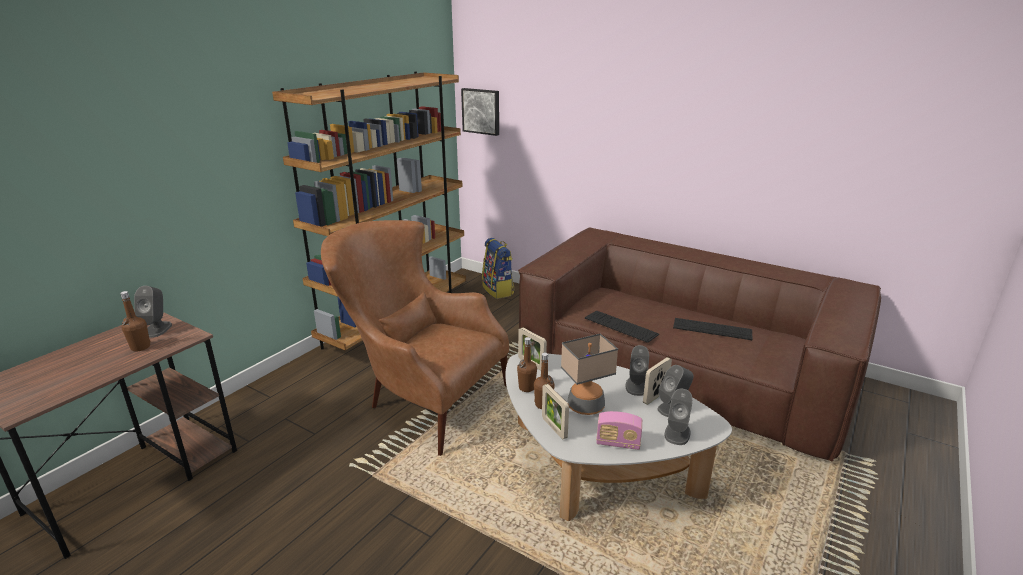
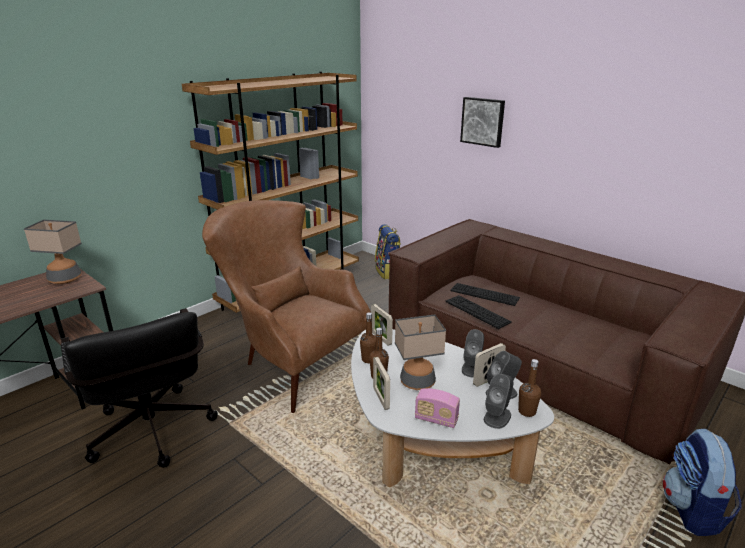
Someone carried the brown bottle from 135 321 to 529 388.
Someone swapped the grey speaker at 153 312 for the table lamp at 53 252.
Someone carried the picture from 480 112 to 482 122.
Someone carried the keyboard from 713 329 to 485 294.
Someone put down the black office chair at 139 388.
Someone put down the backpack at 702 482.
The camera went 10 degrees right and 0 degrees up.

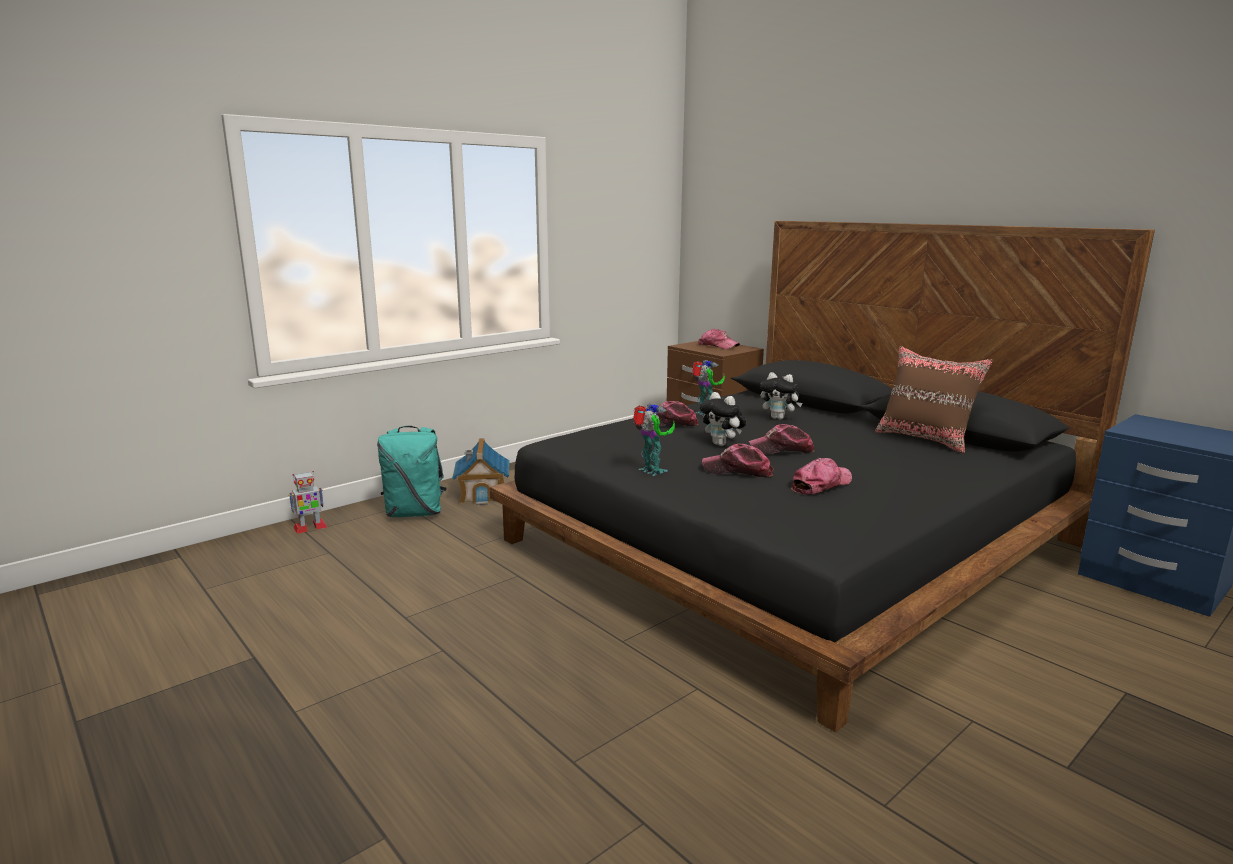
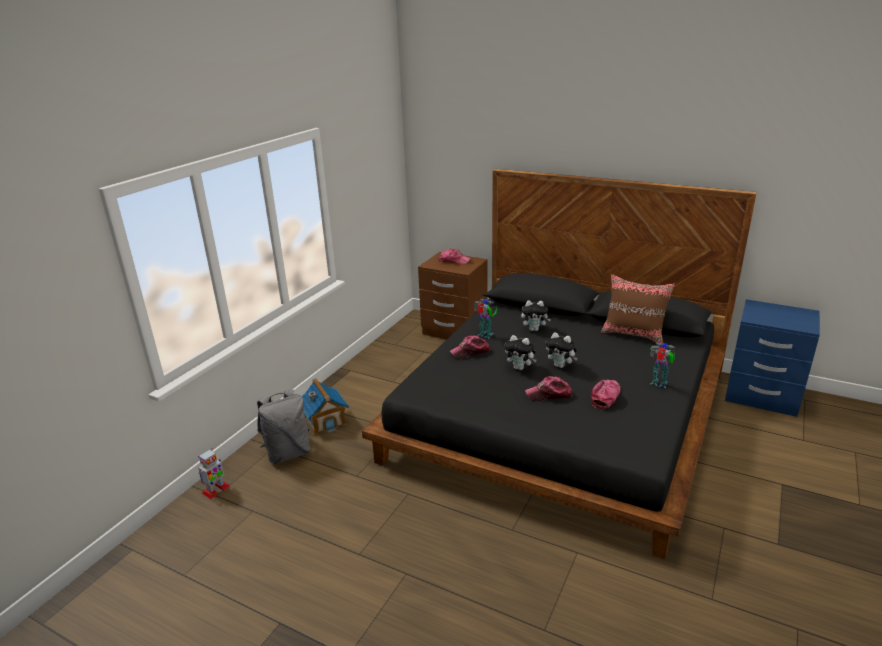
Someone repainted the turquoise backpack at 412 471, which became the grey backpack at 284 426.
Someone carried the toy robot from 654 439 to 662 365.
Someone swapped the cap at 781 439 for the plush toy at 562 350.
The camera went 20 degrees left and 10 degrees up.

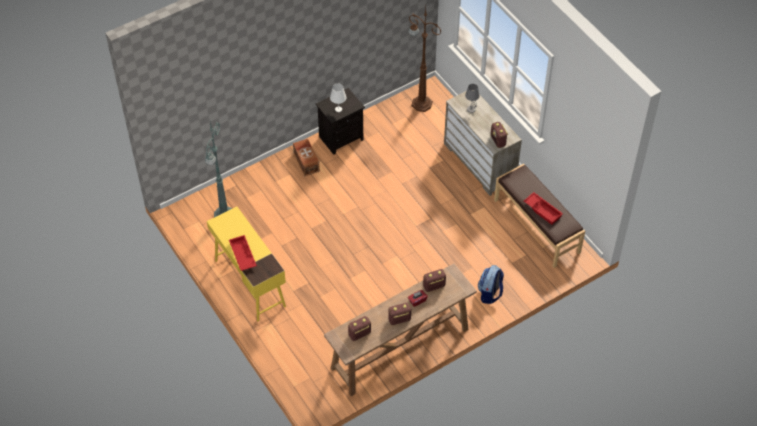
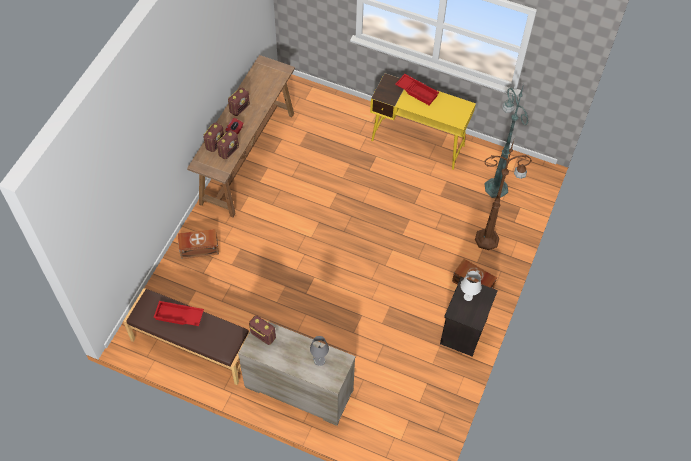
Someone carried the radio from 359 328 to 213 137.
Someone carried the brown floor lamp from 425 59 to 503 195.
Someone swapped the backpack at 491 284 for the brown storage box at 198 244.
The camera went 145 degrees right and 5 degrees up.

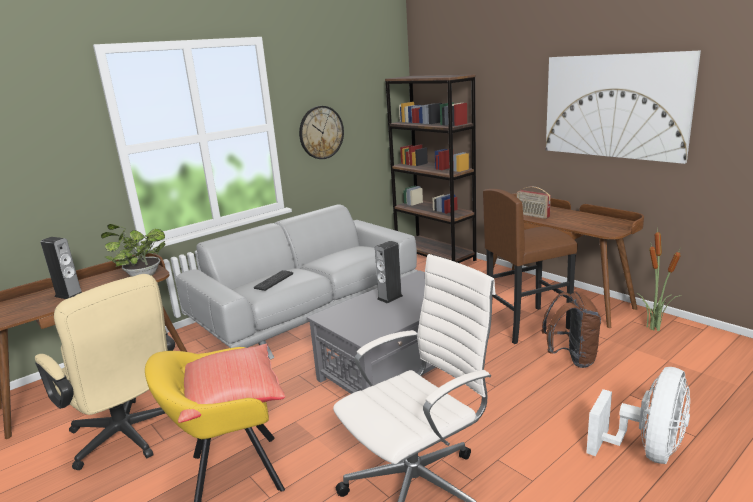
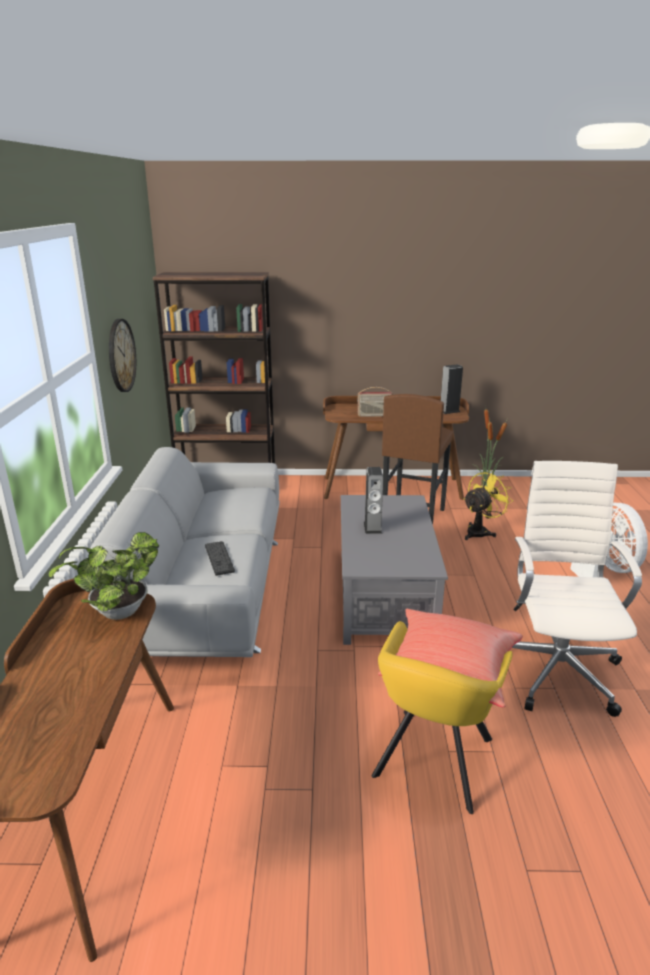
Someone took away the beige office chair at 105 372.
Someone carried the speaker from 61 268 to 452 389.
Someone swapped the brown backpack at 571 329 for the yellow fan at 488 505.
Someone took away the picture at 623 107.
The camera went 50 degrees left and 5 degrees up.

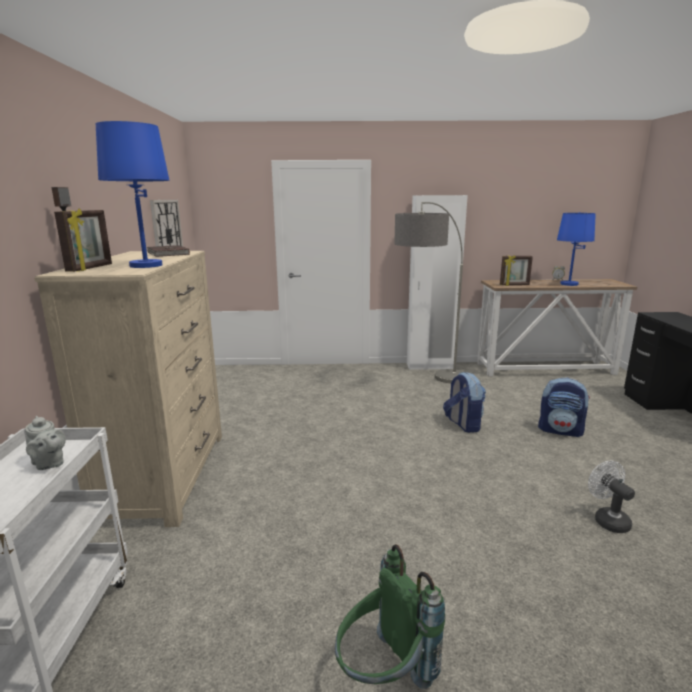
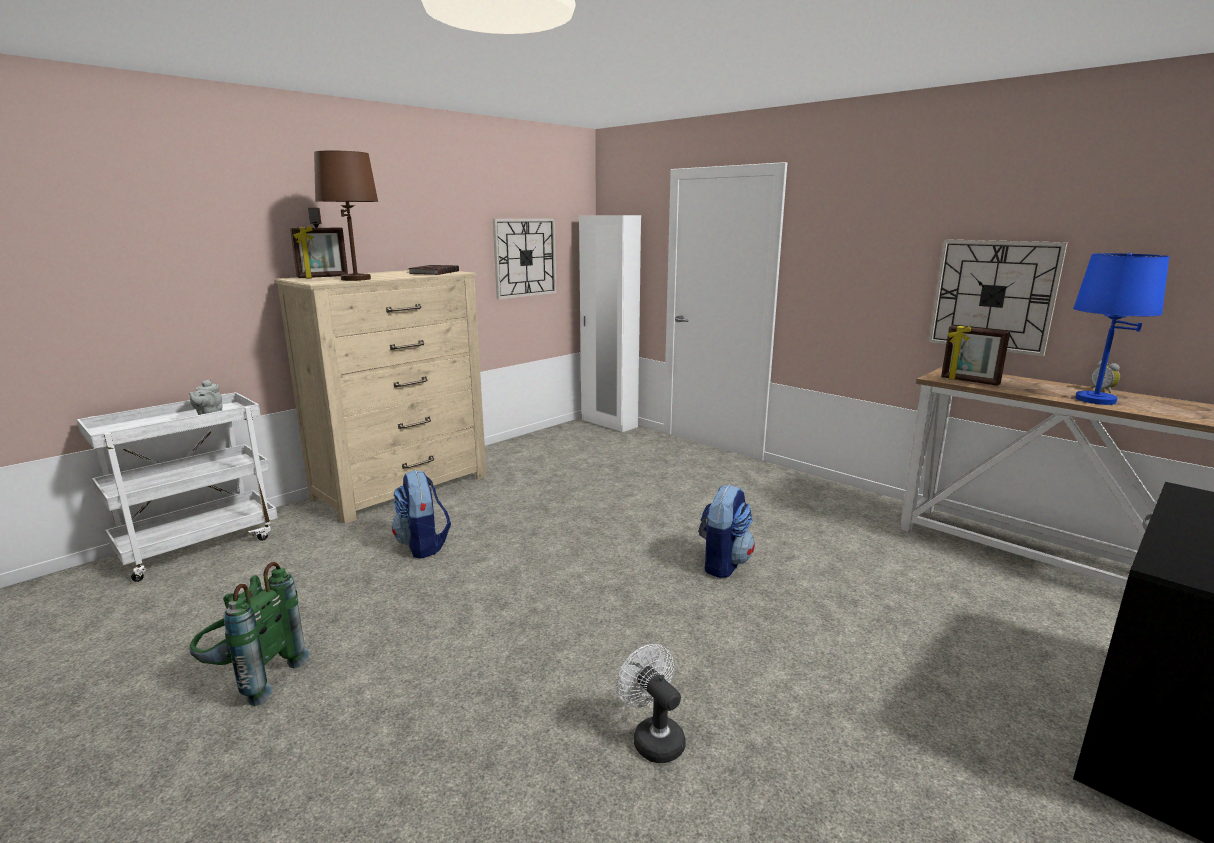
Someone repainted the blue table lamp at 133 194, which became the brown table lamp at 346 215.
Someone took away the floor lamp at 428 292.
Someone carried the white wardrobe from 437 282 to 610 323.
Someone carried the backpack from 564 407 to 421 514.
Someone rotated the white fan at 611 496 by 60 degrees counterclockwise.
Someone put up the wall clock at 998 298.
The camera went 45 degrees right and 0 degrees up.

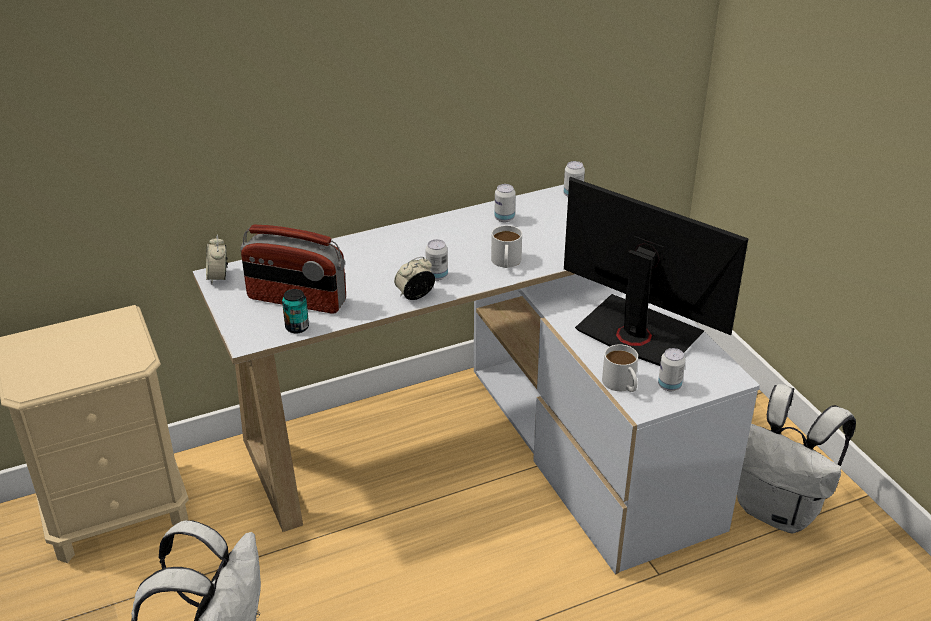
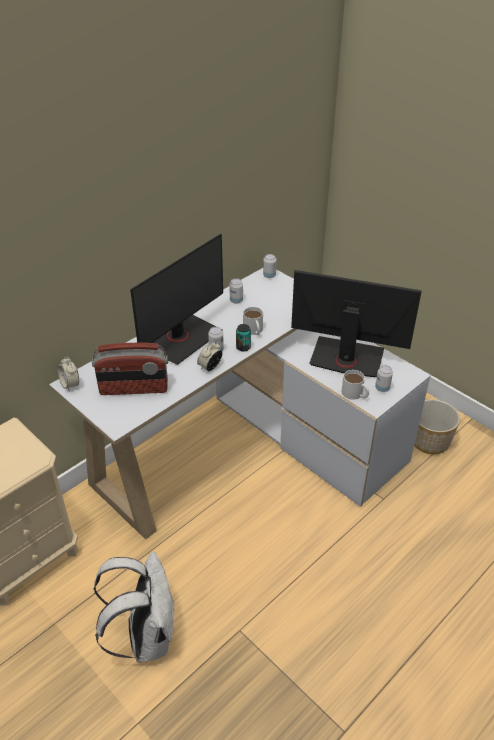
Someone carried the can from 295 311 to 243 338.
Someone swapped the white backpack at 796 458 for the planter at 437 426.
Someone put down the monitor at 176 299.
The camera went 20 degrees left and 5 degrees up.

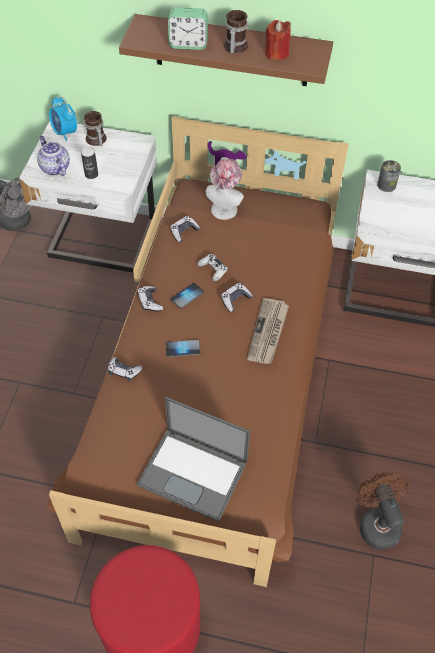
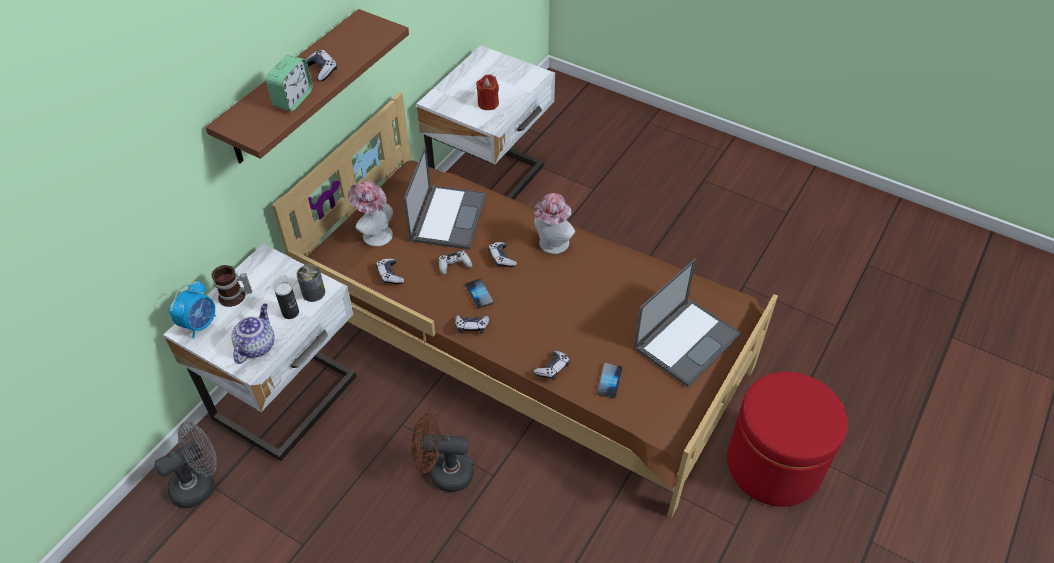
Someone rotated the teapot at 53 156 by 120 degrees clockwise.
Someone rotated the alarm clock at 63 118 by 45 degrees counterclockwise.
Someone carried the phone from 183 348 to 610 381.
Someone swapped the mug at 235 32 for the game controller at 321 65.
Someone swapped the newspaper at 268 331 for the hat at 554 223.
Someone carried the red candle from 278 40 to 487 92.
Someone carried the brown fan from 382 511 to 442 452.
Someone carried the can from 389 176 to 310 283.
Someone put down the laptop at 445 197.
The camera went 70 degrees left and 5 degrees down.

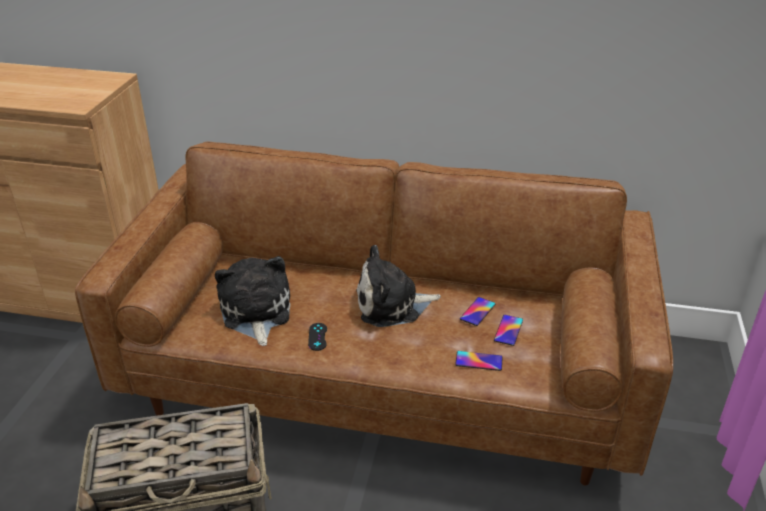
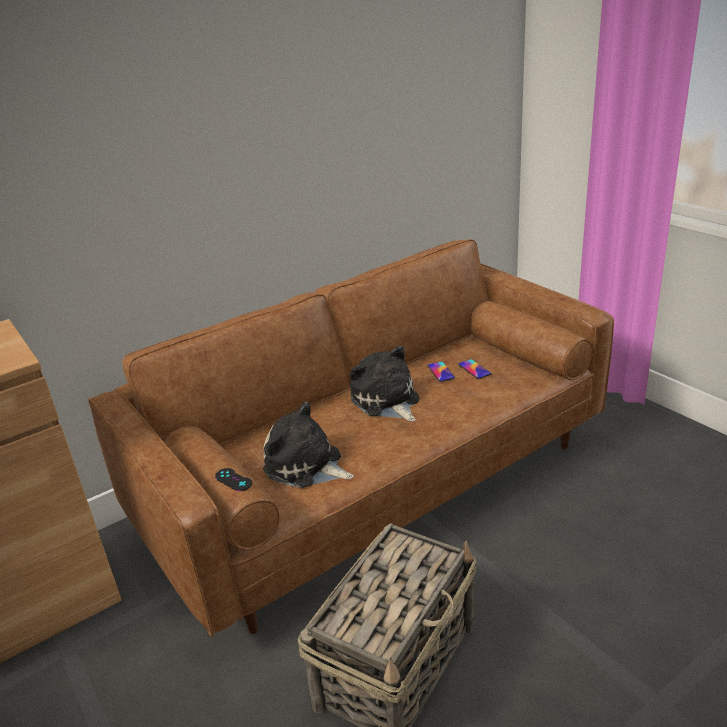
Someone carried the black game controller from 317 337 to 233 479.
Someone rotated the plush toy at 398 286 by 120 degrees clockwise.
Someone took away the phone at 479 361.
The camera went 45 degrees left and 5 degrees down.

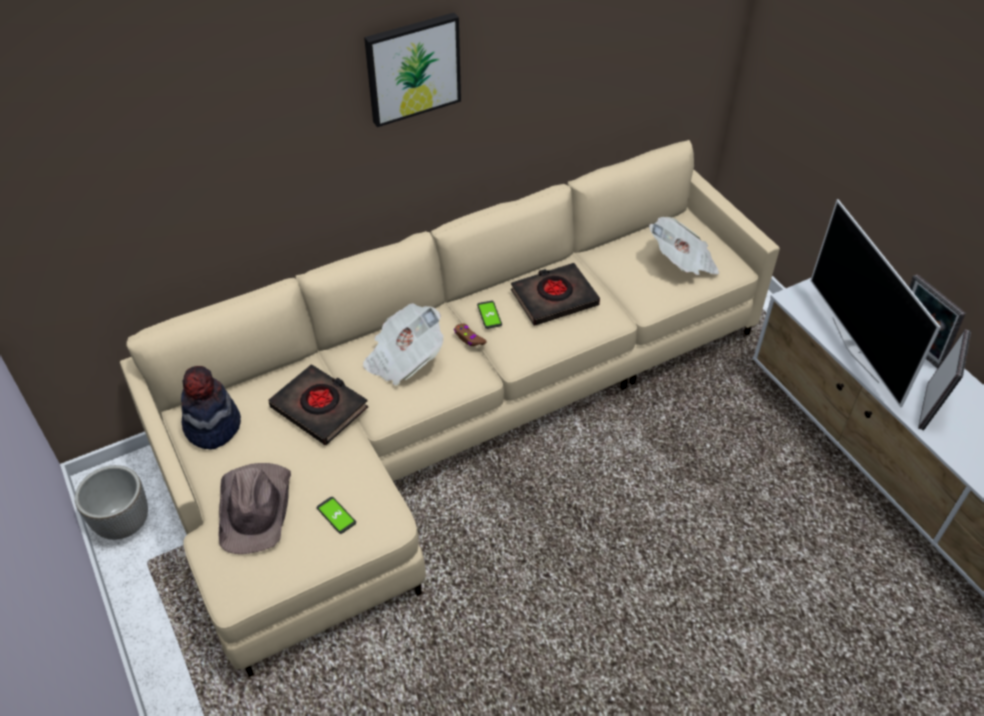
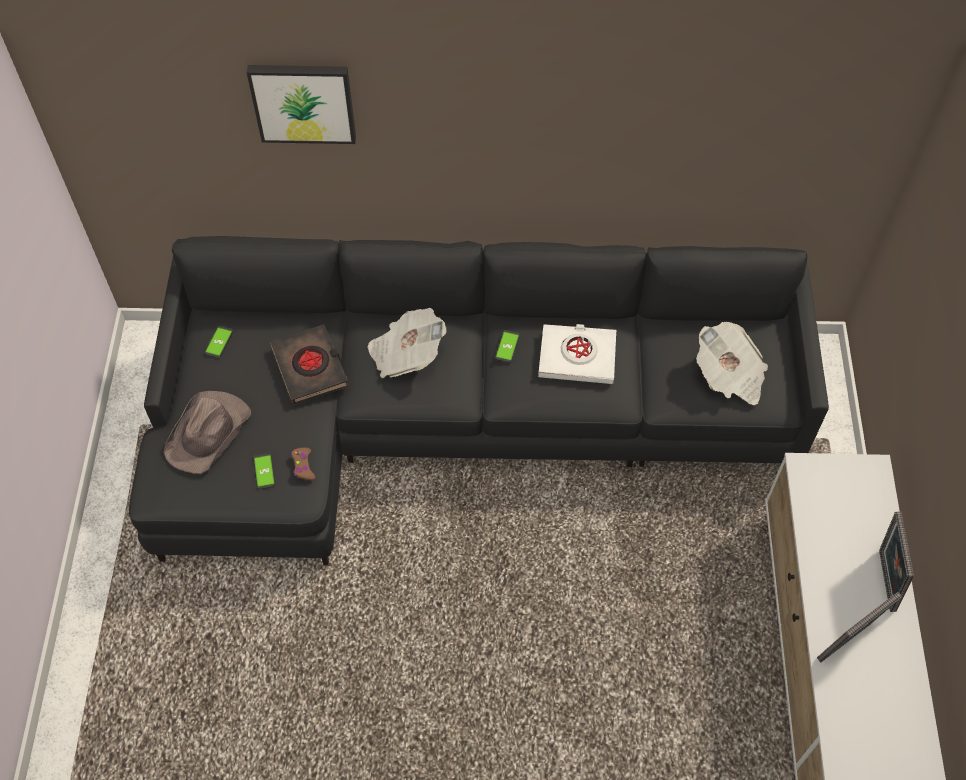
Someone took away the planter at 111 502.
Someone repainted the beige sofa at 450 408, which became the black sofa at 479 400.
Someone swapped the hat at 211 408 for the phone at 219 342.
Someone carried the picture from 412 70 to 301 104.
Someone carried the brown game controller from 470 335 to 303 464.
Someone repainted the black book at 555 294, which became the white book at 577 354.
Someone took away the television at 875 303.
The camera went 30 degrees right and 10 degrees up.

